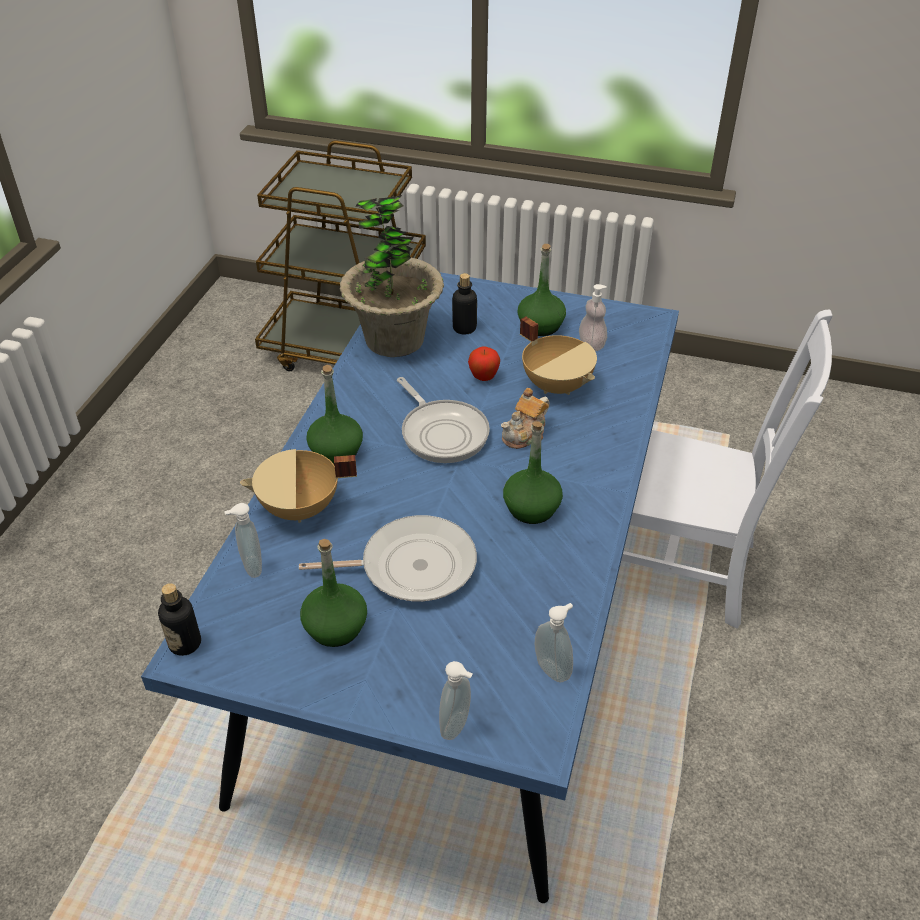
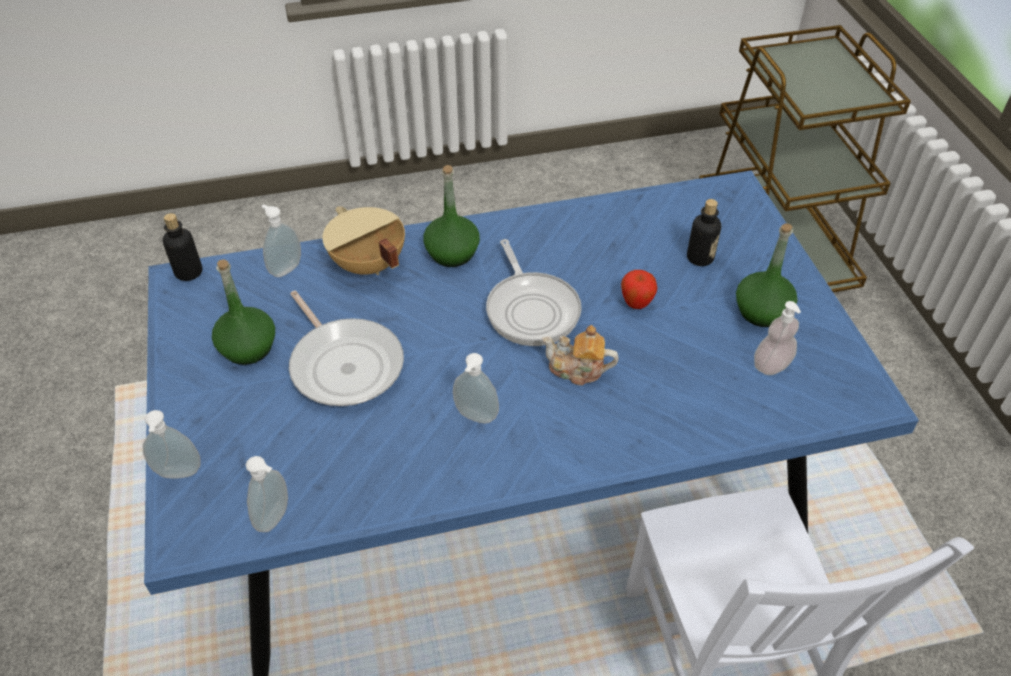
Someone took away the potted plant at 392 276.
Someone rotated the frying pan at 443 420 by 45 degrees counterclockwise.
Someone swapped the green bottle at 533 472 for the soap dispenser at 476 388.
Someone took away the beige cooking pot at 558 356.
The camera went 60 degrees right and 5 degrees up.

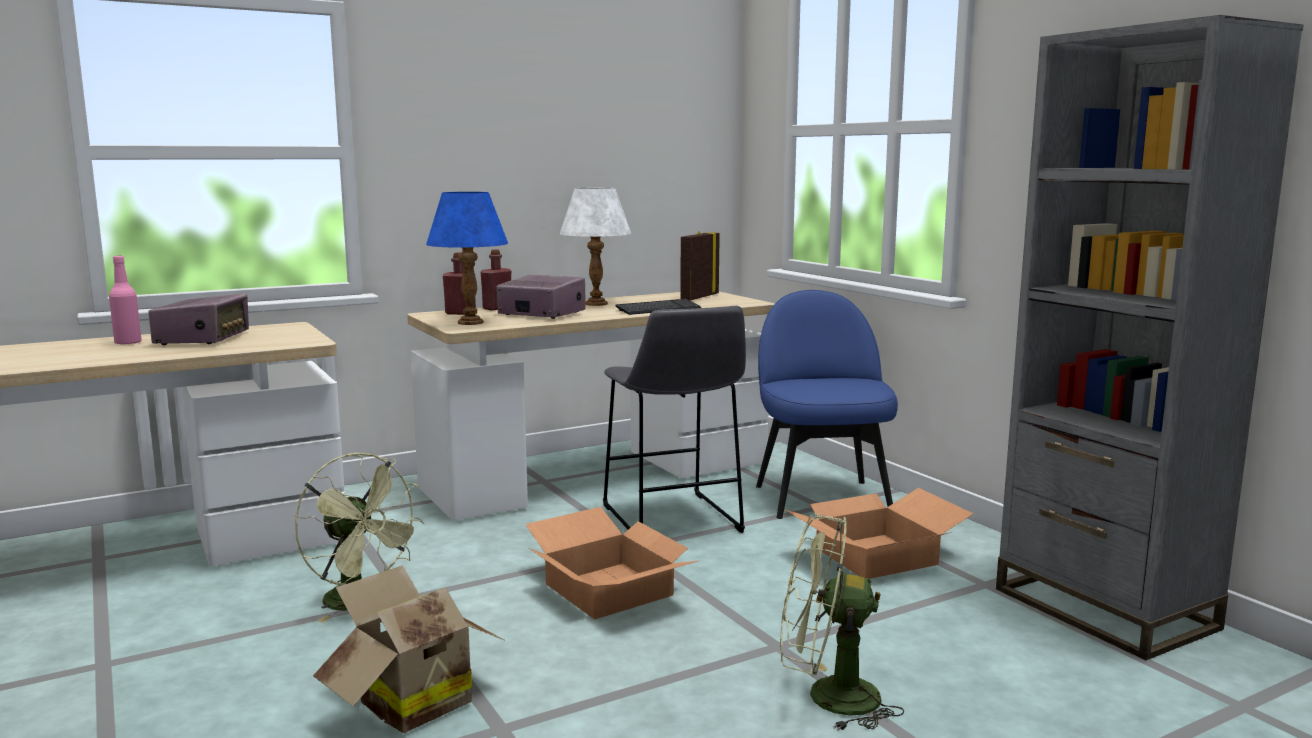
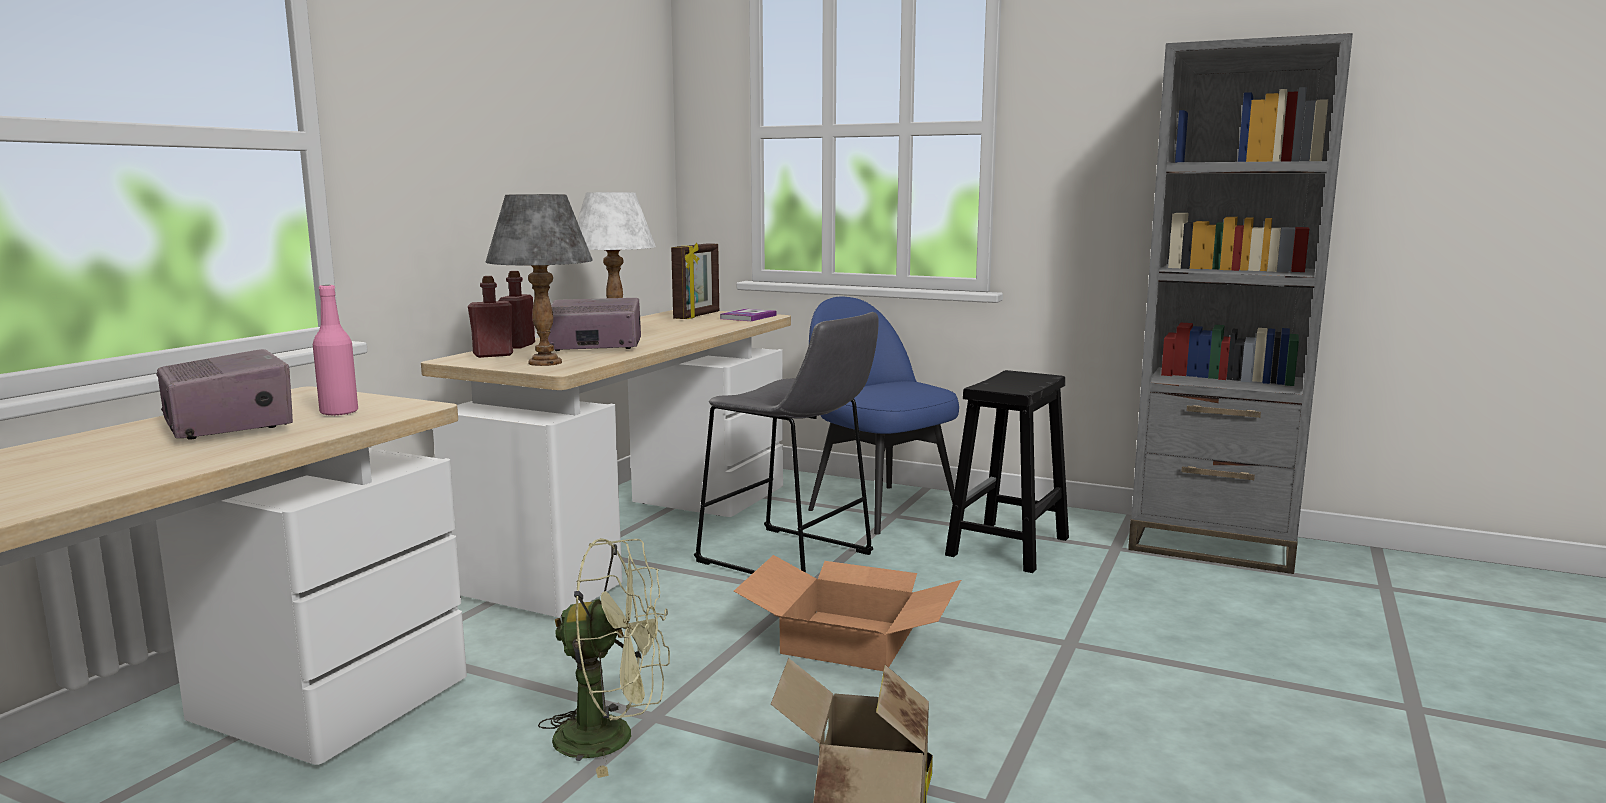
Someone carried the pink bottle from 125 300 to 335 350.
Someone repainted the blue table lamp at 467 258, which became the grey table lamp at 539 280.
Someone took away the keyboard at 658 307.
Someone rotated the picture frame at 700 266 by 150 degrees counterclockwise.
Someone took away the green fan at 842 622.
Someone swapped the cardboard box at 878 533 for the black stool at 1007 471.
Someone put down the book at 748 315.
The camera went 35 degrees left and 0 degrees up.

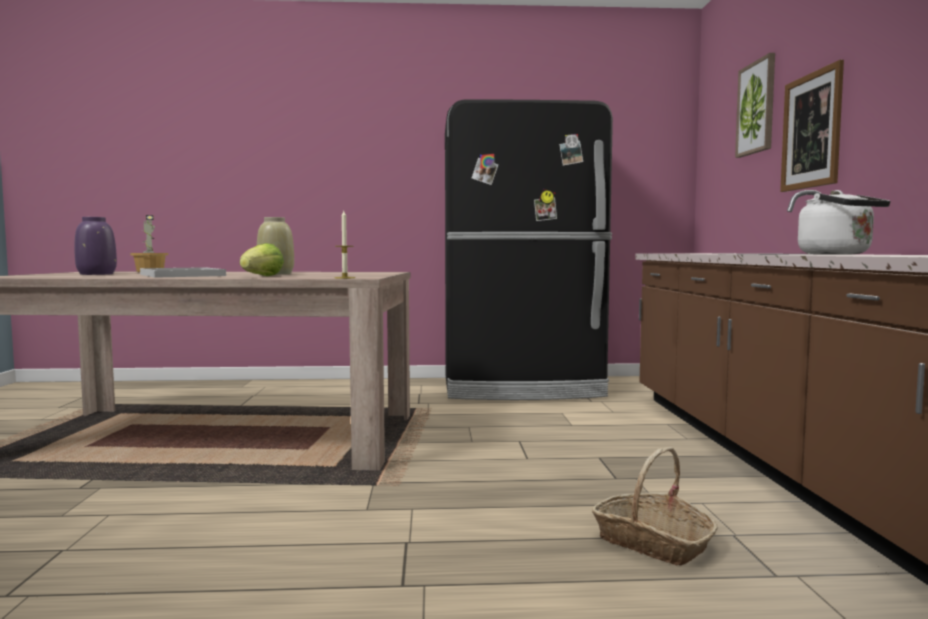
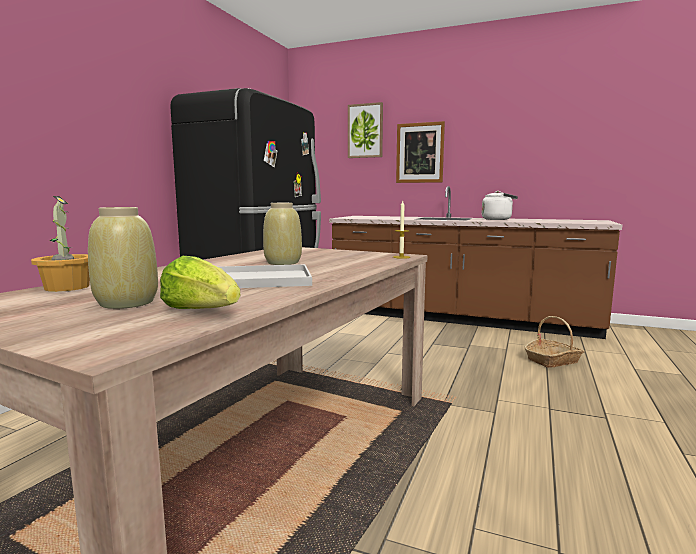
Someone repainted the purple vase at 95 246, which became the beige vase at 123 258.
Someone carried the lettuce from 262 259 to 200 282.
The camera went 65 degrees left and 5 degrees up.

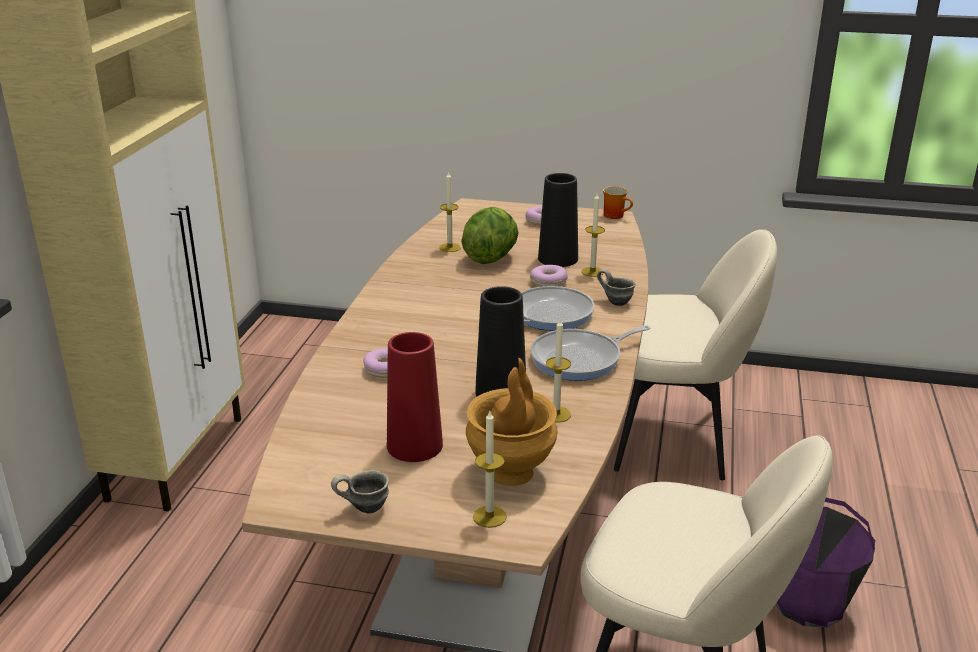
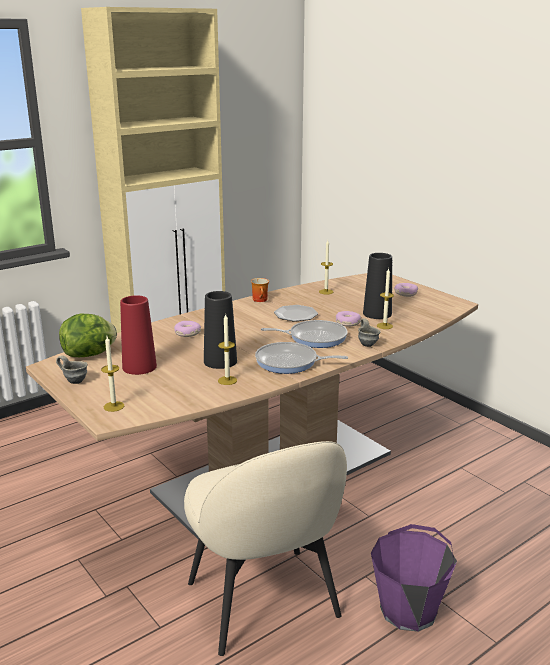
Someone carried the lettuce from 489 235 to 88 335.
Someone took away the brown vase at 512 422.
Someone carried the mug from 618 202 to 260 290.
Someone took away the beige chair at 695 355.
Someone put down the plate at 296 313.
The camera went 40 degrees right and 5 degrees down.

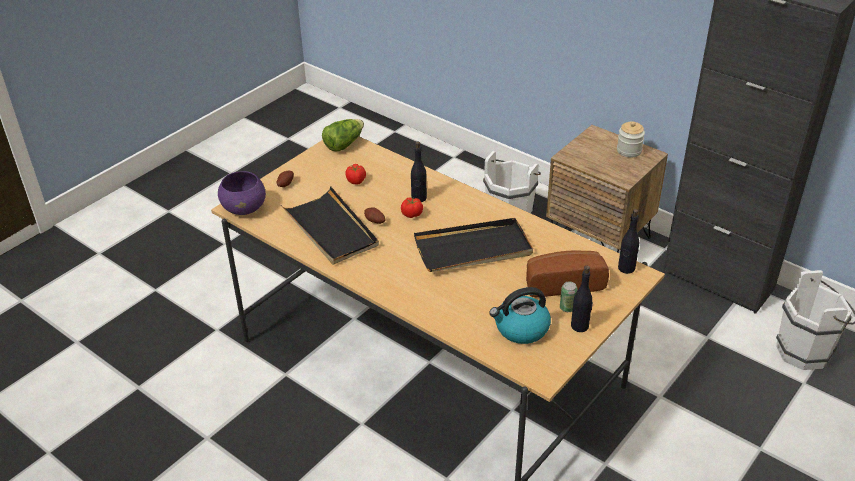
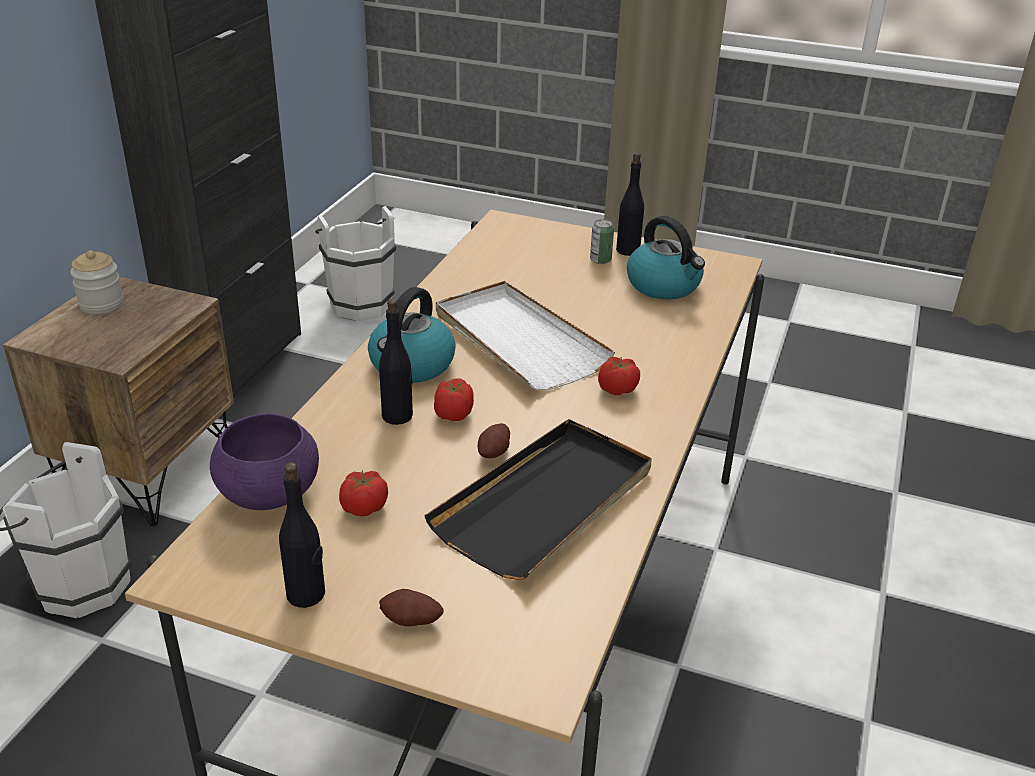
Someone carried the purple bowl from 242 193 to 264 461.
Someone took away the lettuce at 343 135.
Someone repainted the black tray at 473 245, which became the white tray at 525 335.
Someone took away the bread at 567 274.
Someone carried the black bottle from 628 241 to 302 535.
Someone put down the kettle at 412 335.
Someone put down the tomato at 619 376.
The camera went 110 degrees left and 5 degrees down.

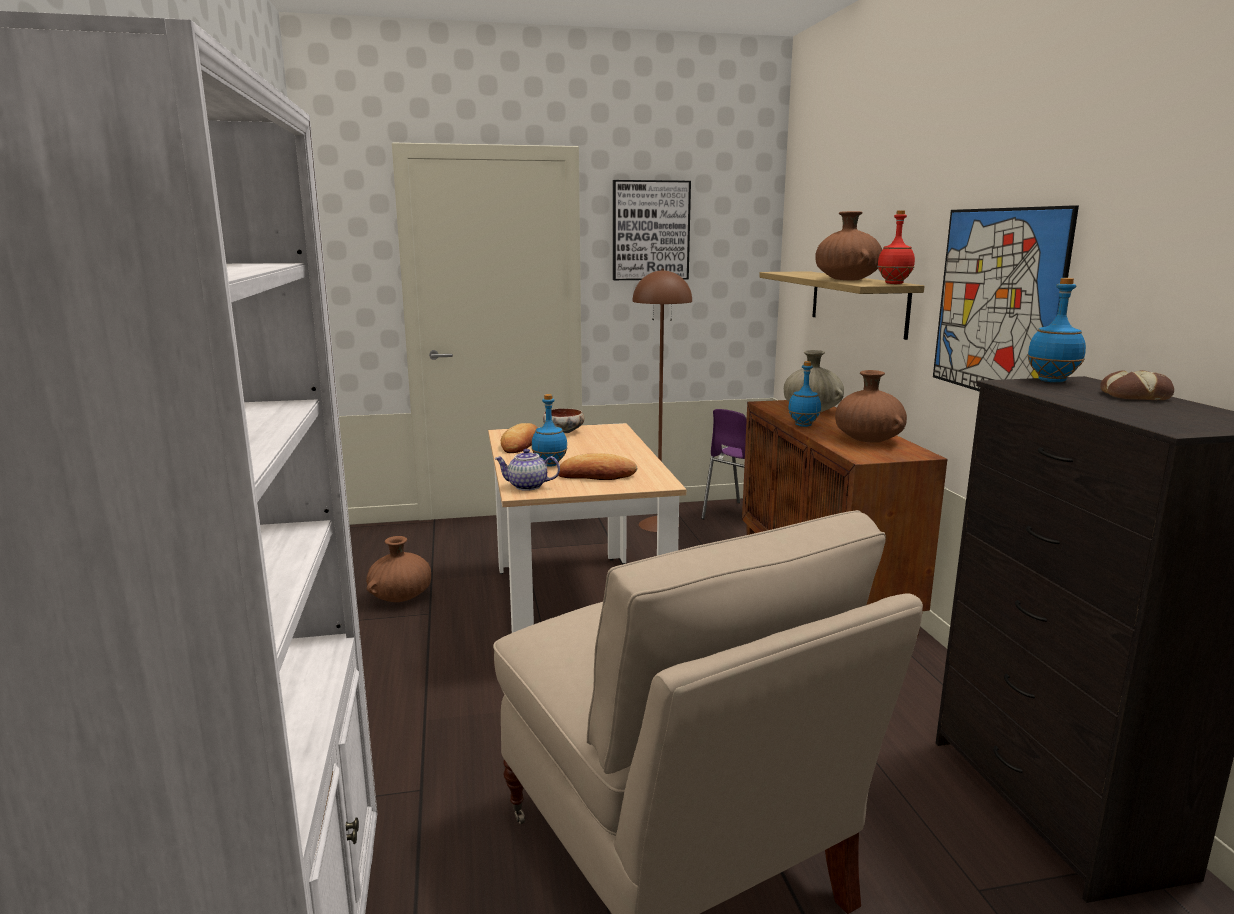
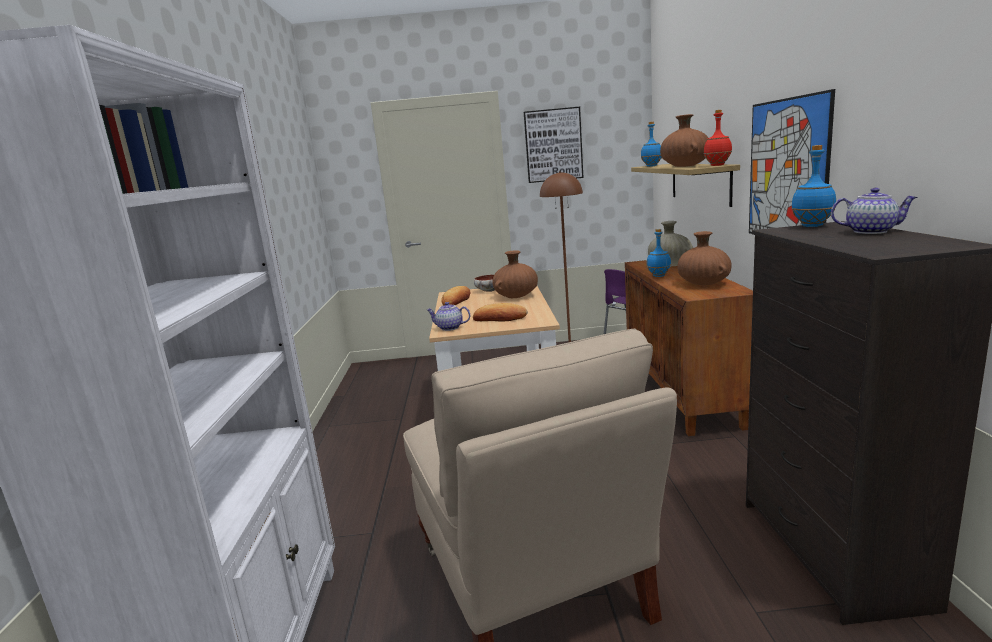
Someone carried the brown vase from 398 569 to 515 274.
Someone carried the blue bottle from 549 430 to 651 144.
Someone swapped the bread at 1137 385 for the teapot at 874 211.
The camera went 10 degrees right and 0 degrees up.

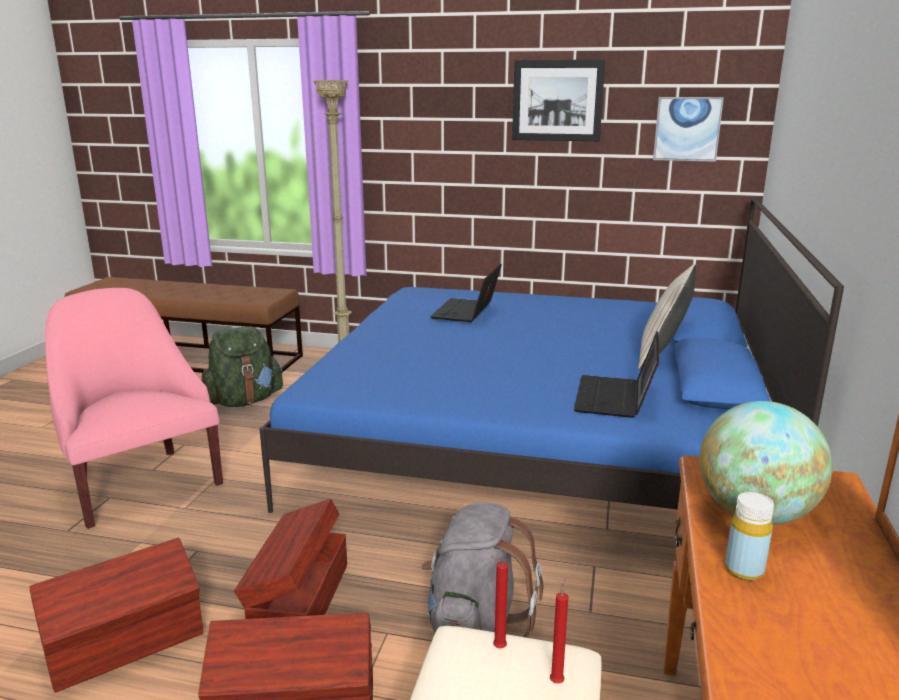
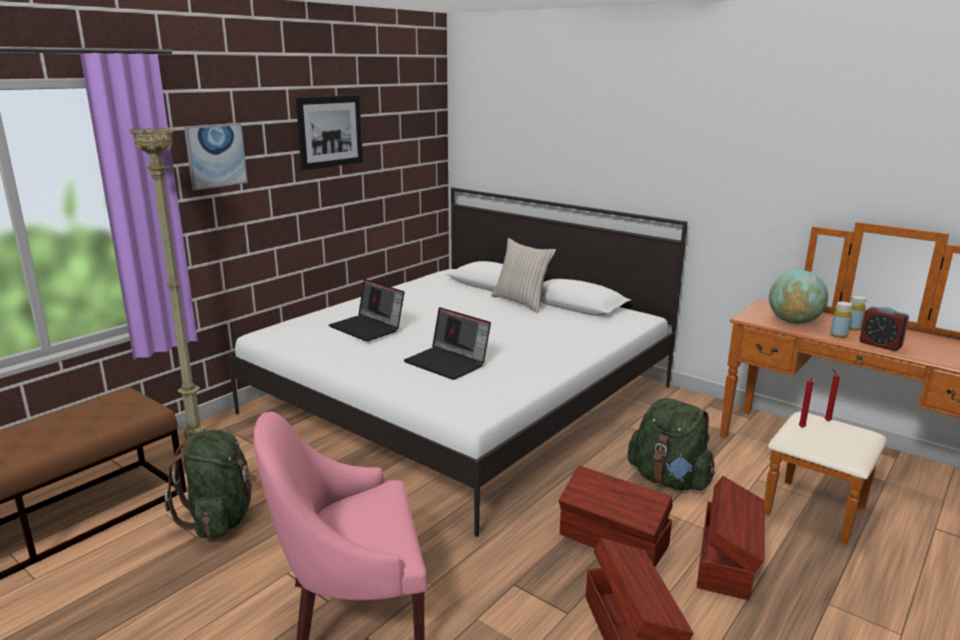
Someone repainted the blue bed at 551 354, which became the white bed at 457 362.
Someone repainted the grey backpack at 482 570, which became the green backpack at 671 444.
Someone carried the laptop from 616 374 to 447 343.
Someone carried the picture from 688 129 to 216 156.
Someone put down the yellow bottle at 858 313.
Someone put down the alarm clock at 884 328.
The camera went 65 degrees left and 0 degrees up.

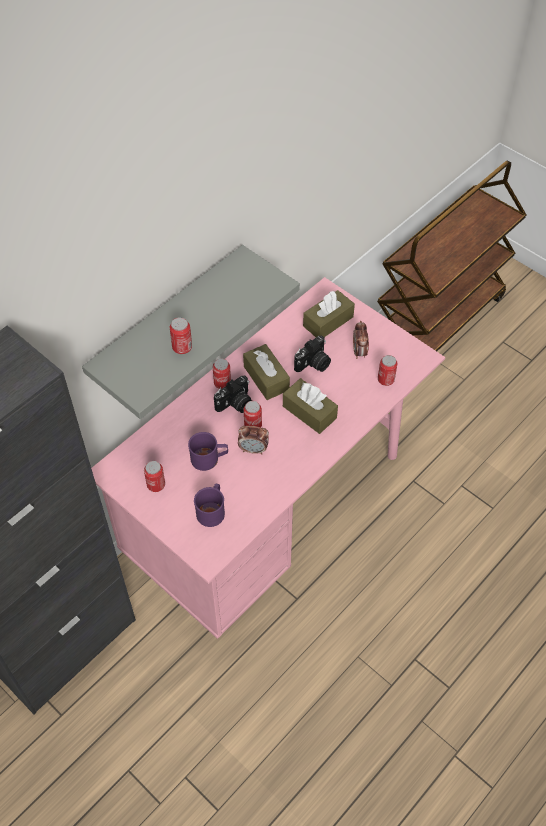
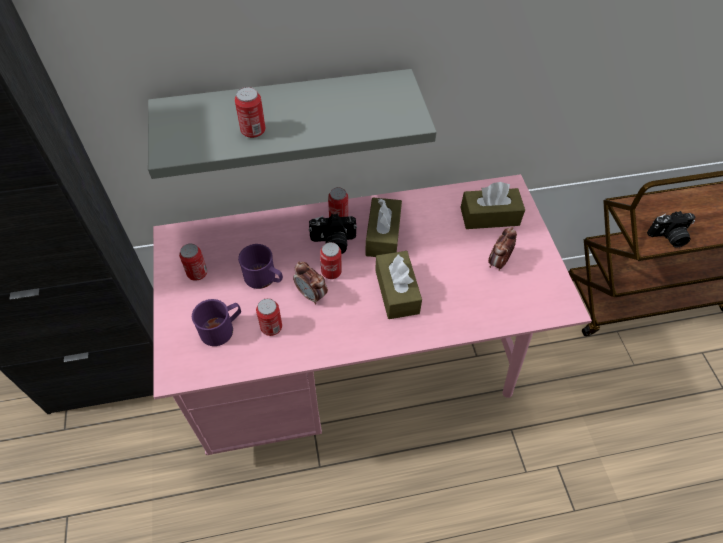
Someone carried the photo camera from 312 353 to 671 229.
Someone carried the can from 388 370 to 269 317.
The camera went 35 degrees right and 0 degrees up.

